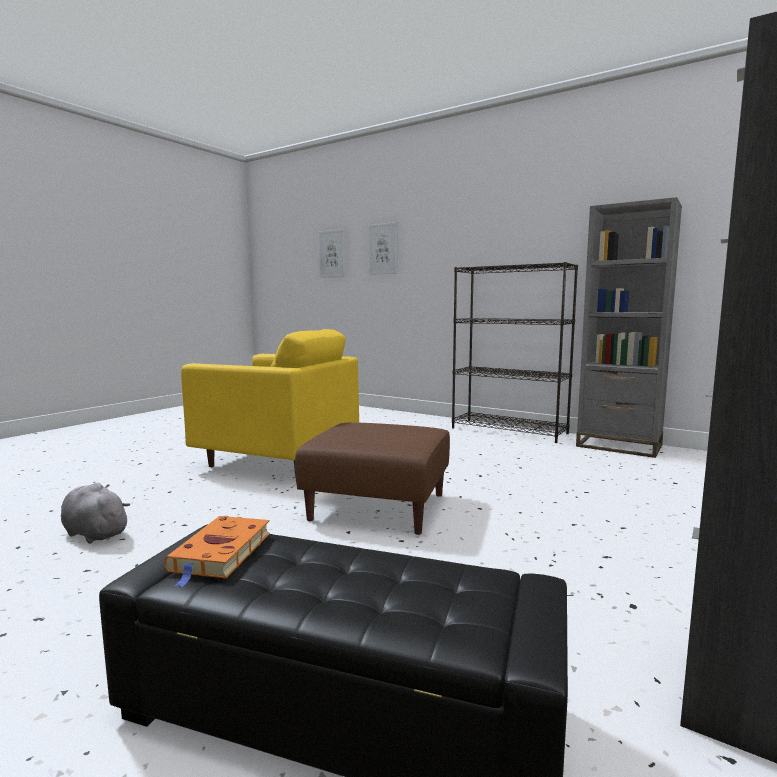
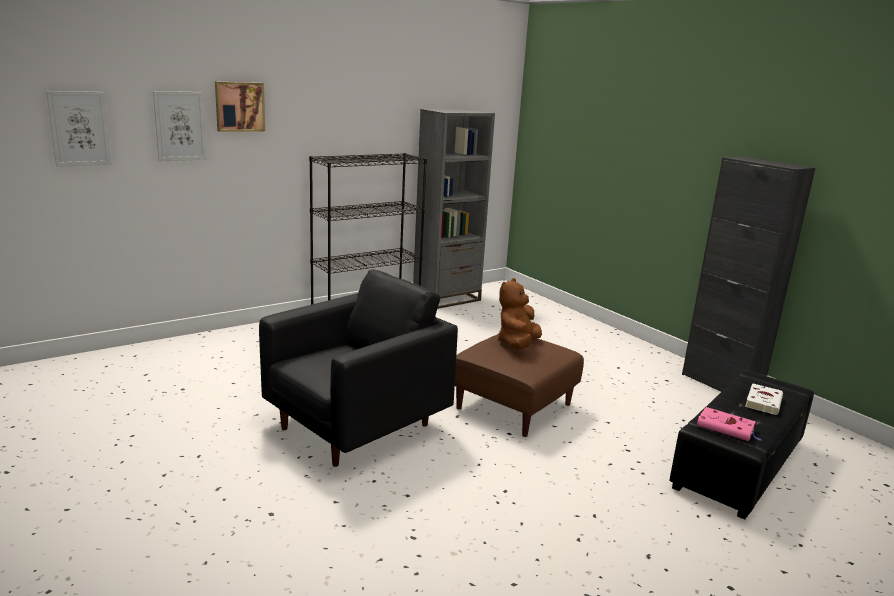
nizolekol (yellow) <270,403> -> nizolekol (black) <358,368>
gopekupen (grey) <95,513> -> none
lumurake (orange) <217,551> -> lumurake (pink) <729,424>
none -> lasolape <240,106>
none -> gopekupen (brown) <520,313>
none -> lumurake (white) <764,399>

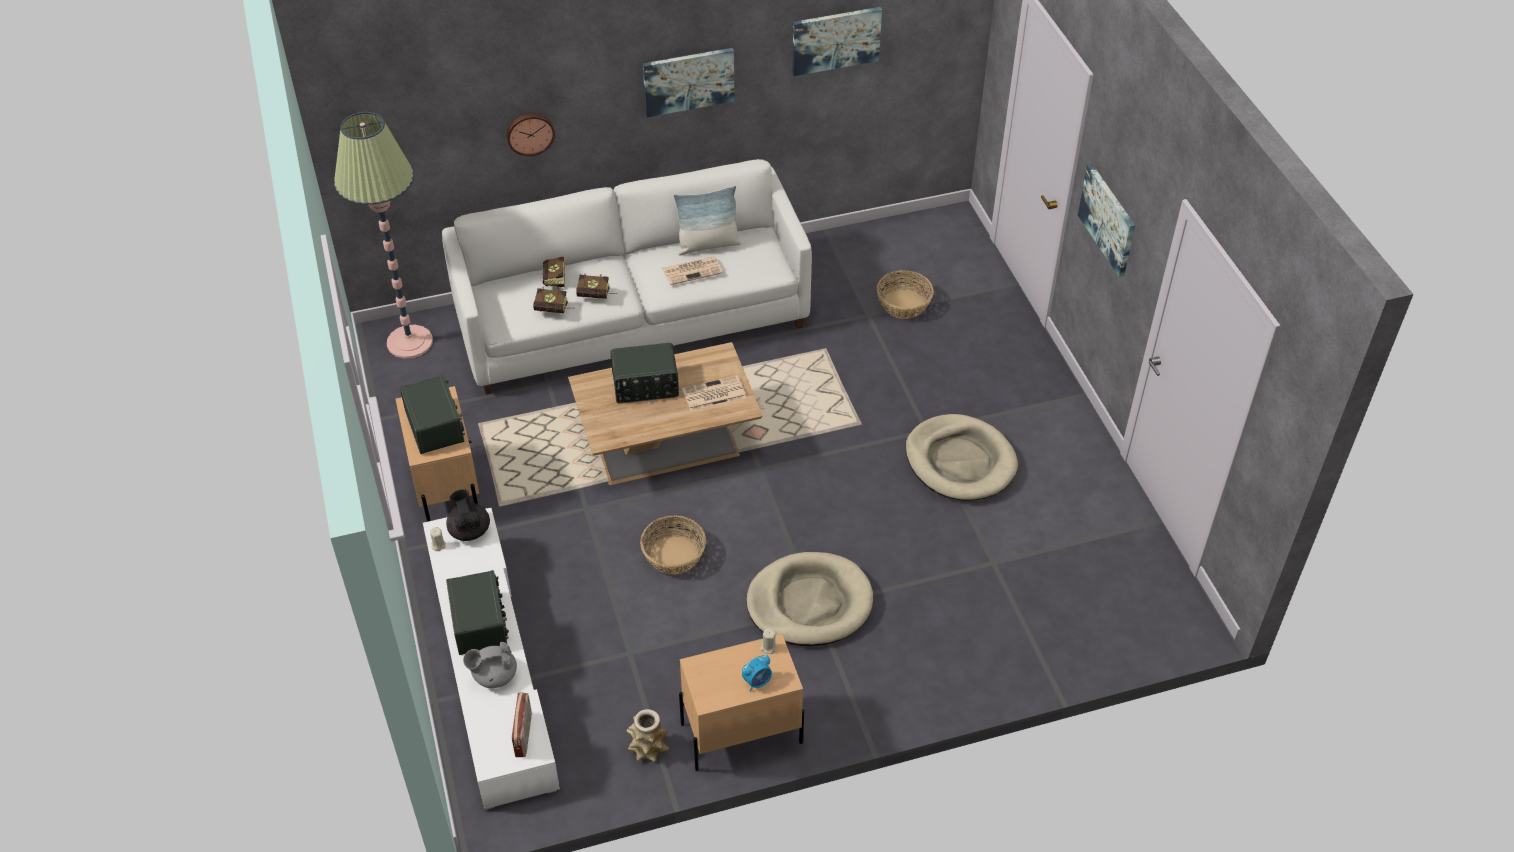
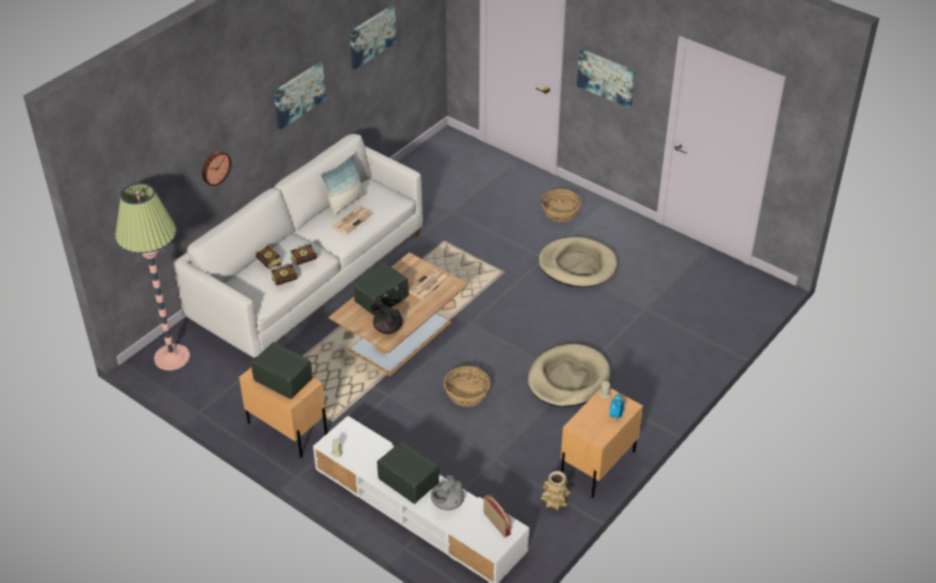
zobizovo <905,294> -> zobizovo <561,205>, relocated
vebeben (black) <468,515> -> vebeben (black) <387,317>, relocated

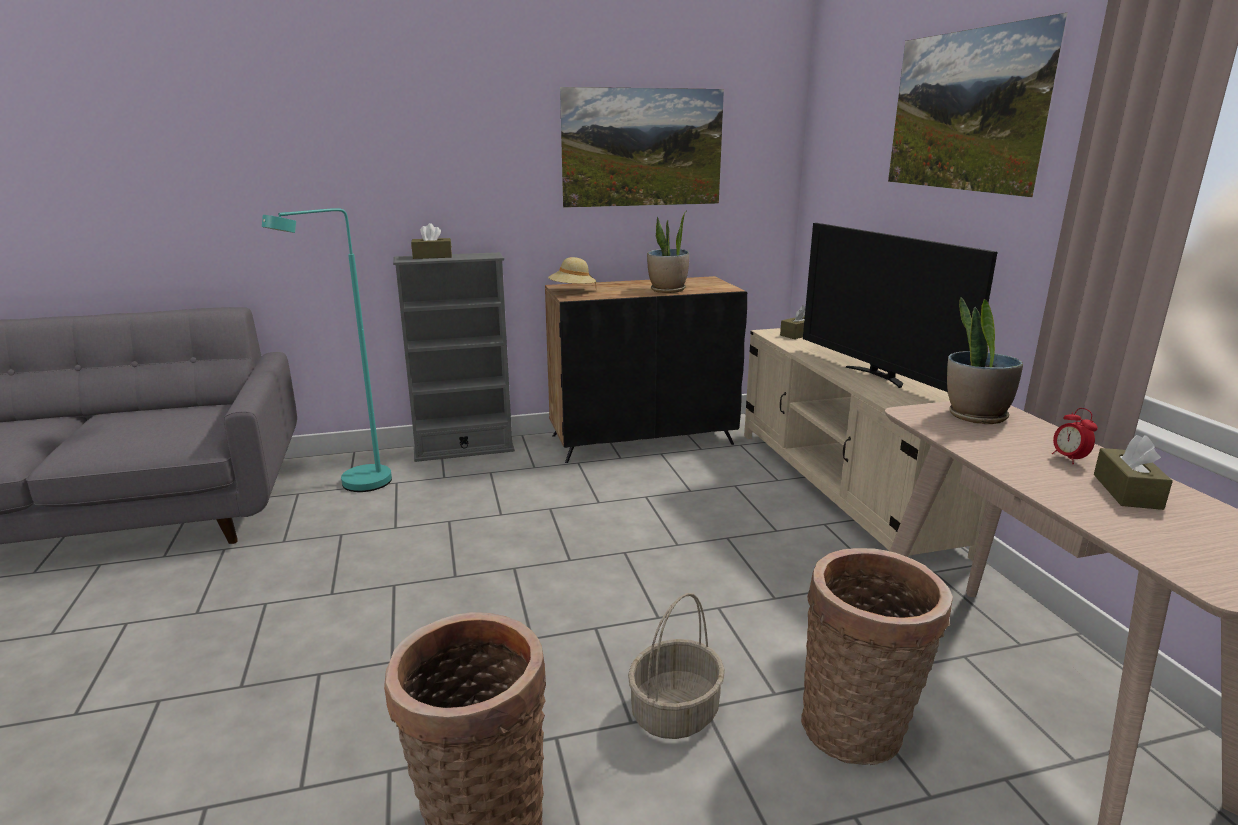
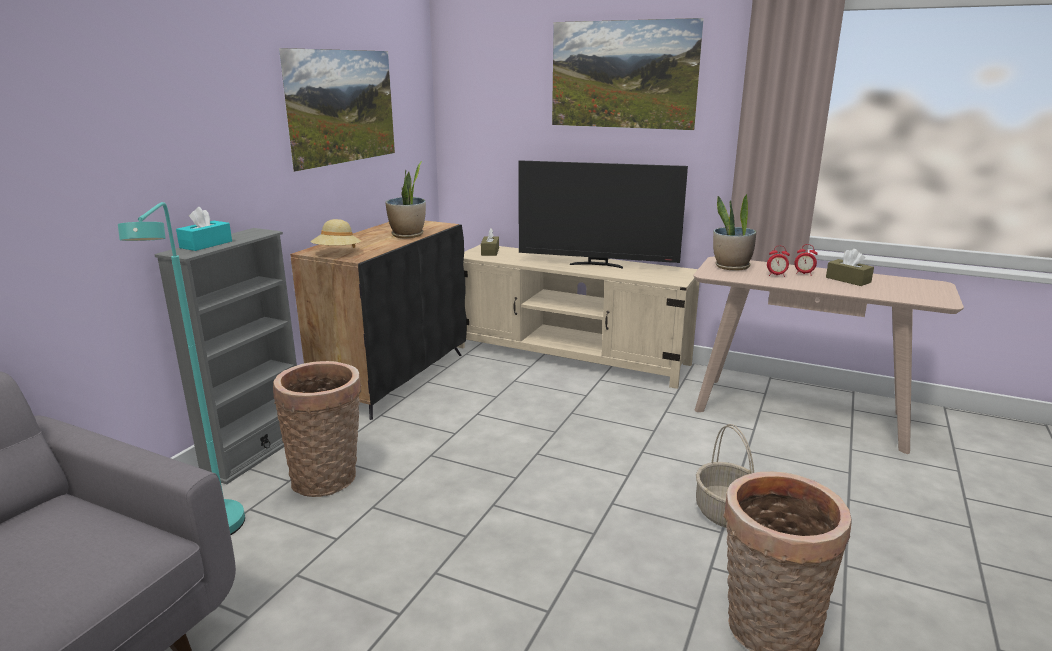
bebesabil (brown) <431,241> -> bebesabil (turquoise) <204,229>
zobizovo <877,656> -> zobizovo <317,429>, relocated
none -> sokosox <778,261>

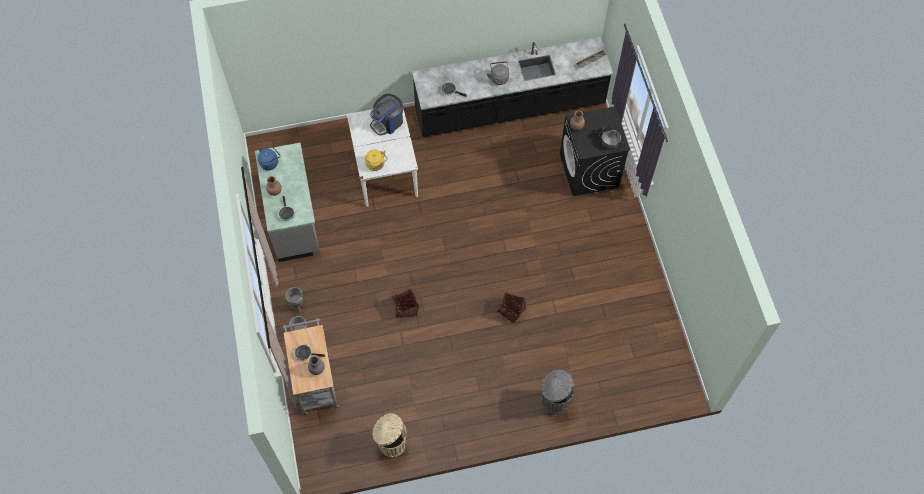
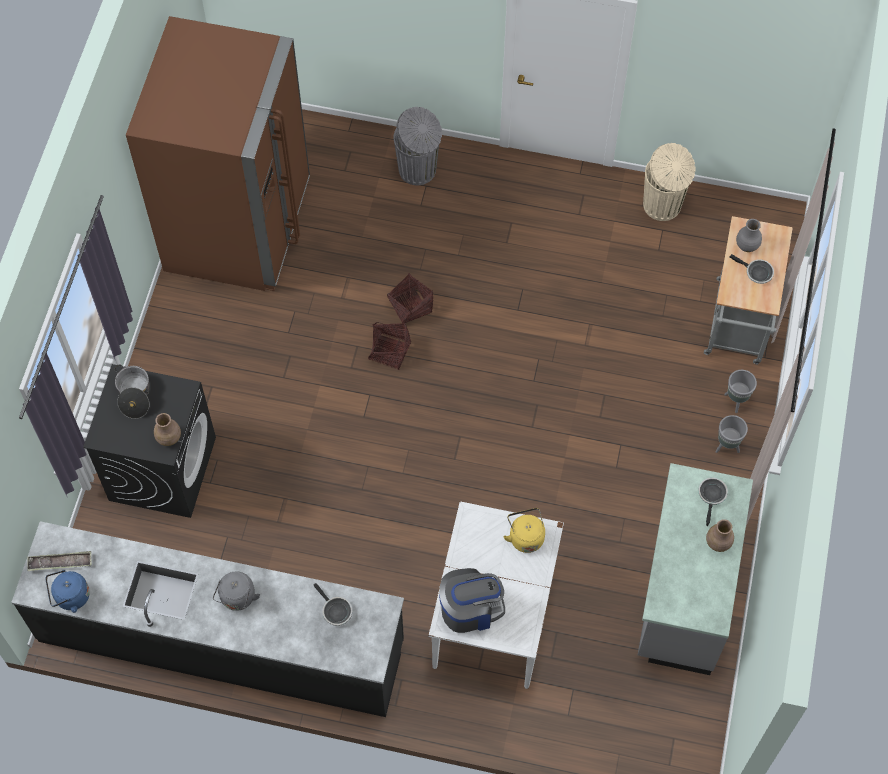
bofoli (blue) <269,158> -> bofoli (blue) <67,591>, relocated
zobizovo <405,303> -> zobizovo <389,346>, relocated
none -> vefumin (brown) <218,153>

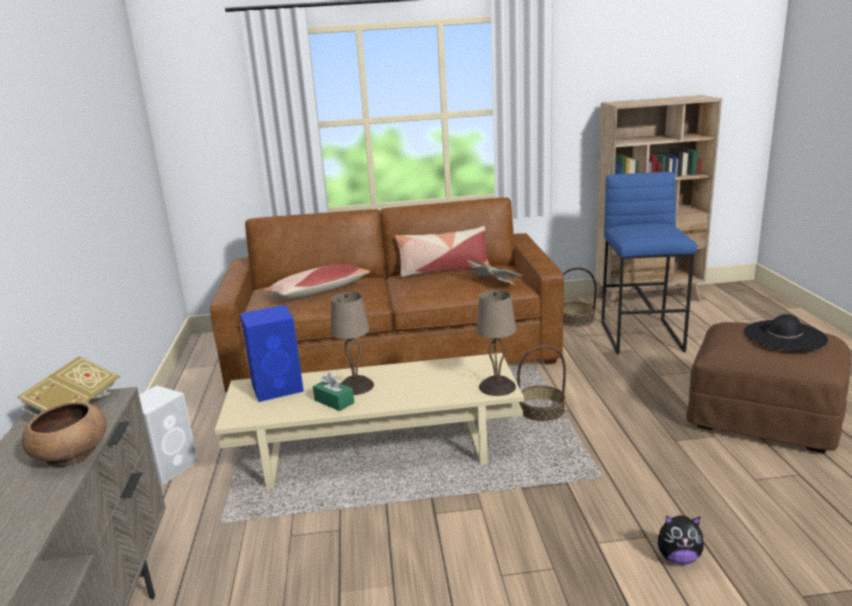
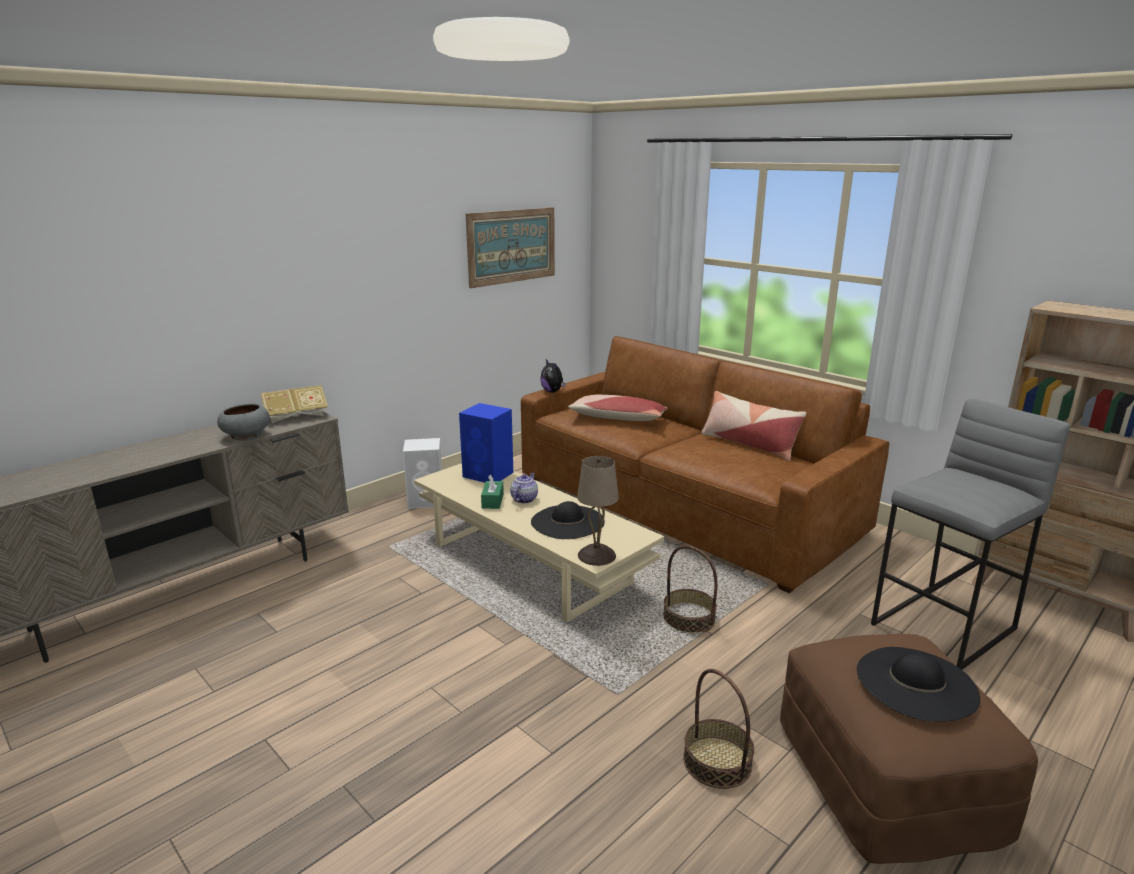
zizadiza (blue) <649,263> -> zizadiza (grey) <970,534>
lumurake <494,272> -> none
zobizovo <580,297> -> zobizovo <718,729>, relocated
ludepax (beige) <352,343> -> vebeben <524,488>
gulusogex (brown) <64,434> -> gulusogex (grey) <243,422>
gopekupen <681,540> -> gopekupen <553,376>, relocated
none -> lasolape <510,247>
none -> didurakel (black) <568,520>

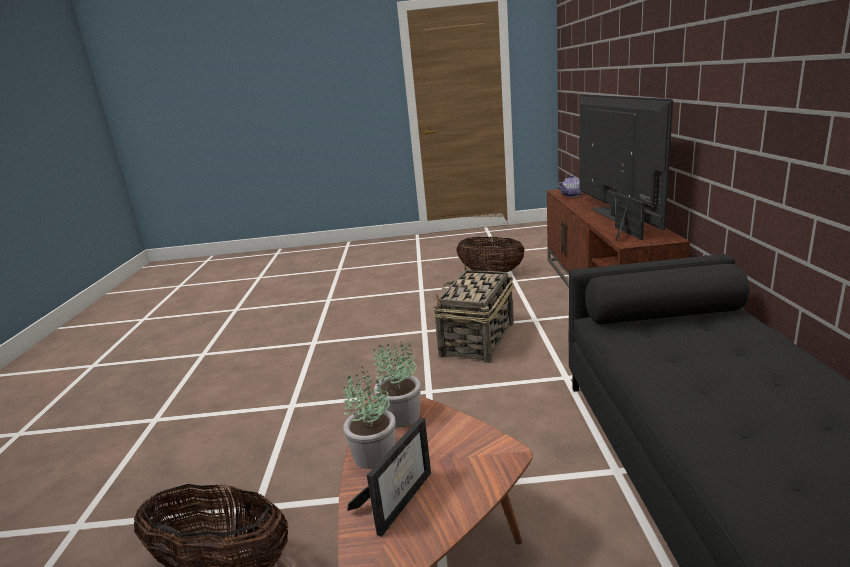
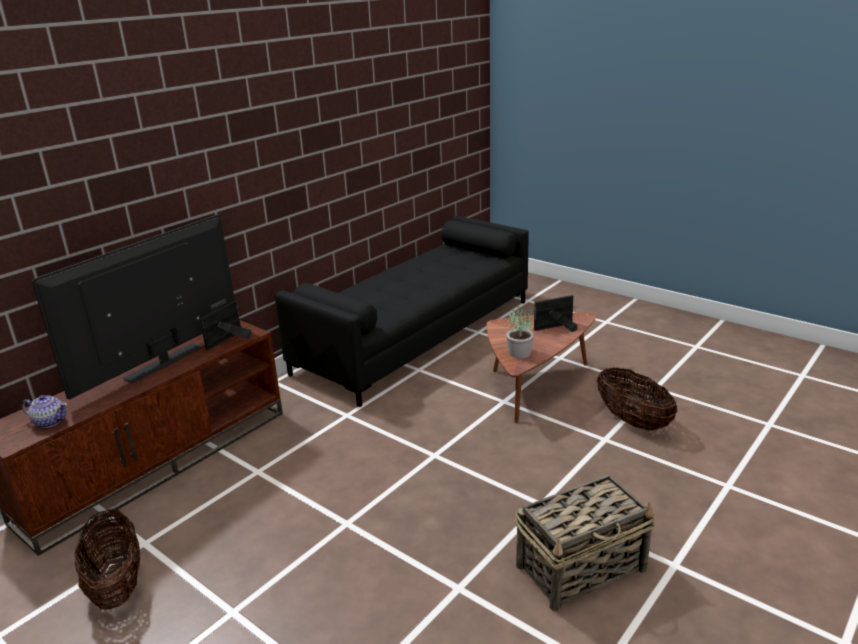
zobizovo <473,314> -> zobizovo <585,543>, relocated
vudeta <369,417> -> none

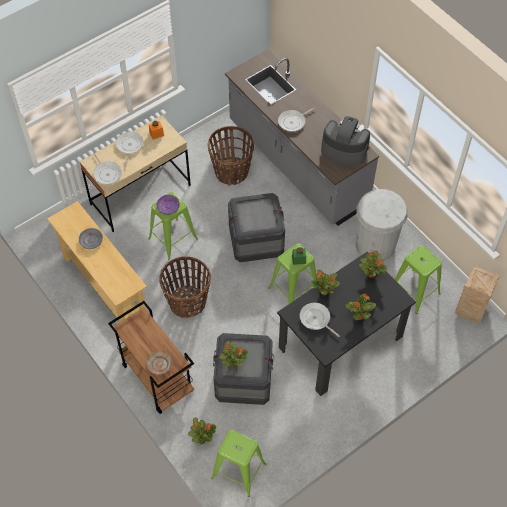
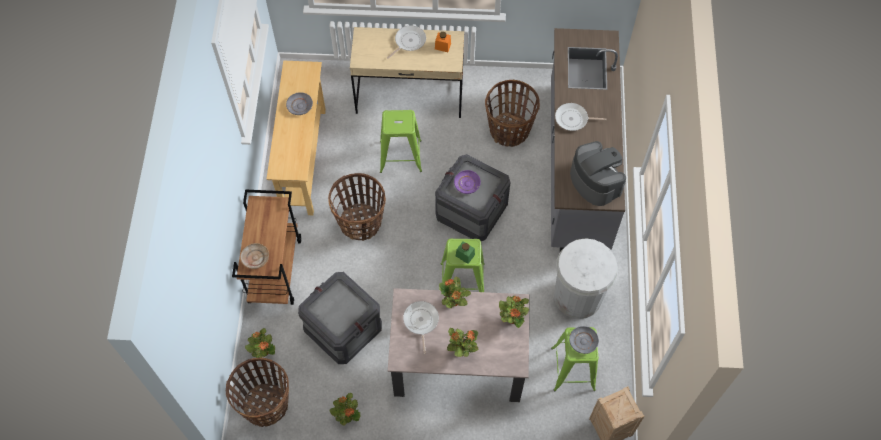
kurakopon <107,168> -> none
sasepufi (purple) <168,205> -> sasepufi (purple) <467,182>, relocated
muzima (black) <346,324> -> muzima (beige) <459,345>
vudeta <233,354> -> vudeta <345,409>, relocated
zizadiza (green) <238,463> -> zobizovo <257,392>
none -> sasepufi (grey) <584,340>

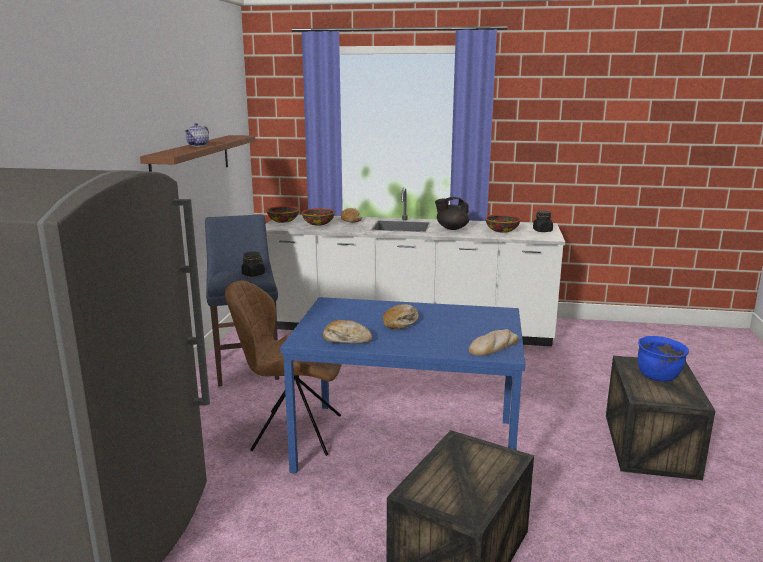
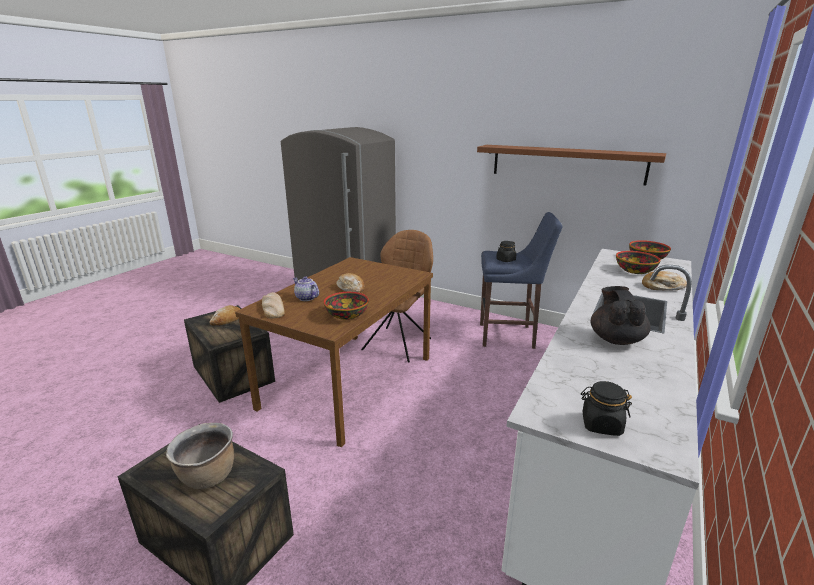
vebeben <196,135> -> vebeben <306,289>, relocated
gulusogex <503,224> -> gulusogex <346,306>, relocated
muzima (blue) <402,385> -> muzima (brown) <334,352>
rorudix <347,332> -> rorudix <224,315>, relocated
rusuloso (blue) <663,359> -> rusuloso (brown) <200,456>

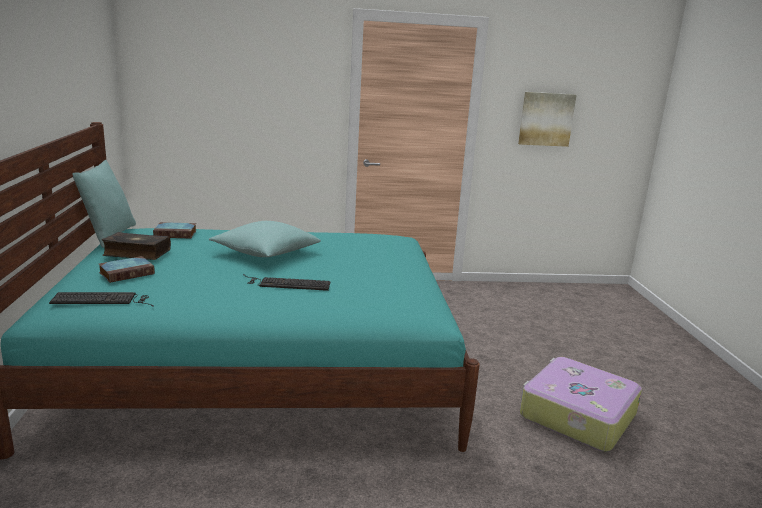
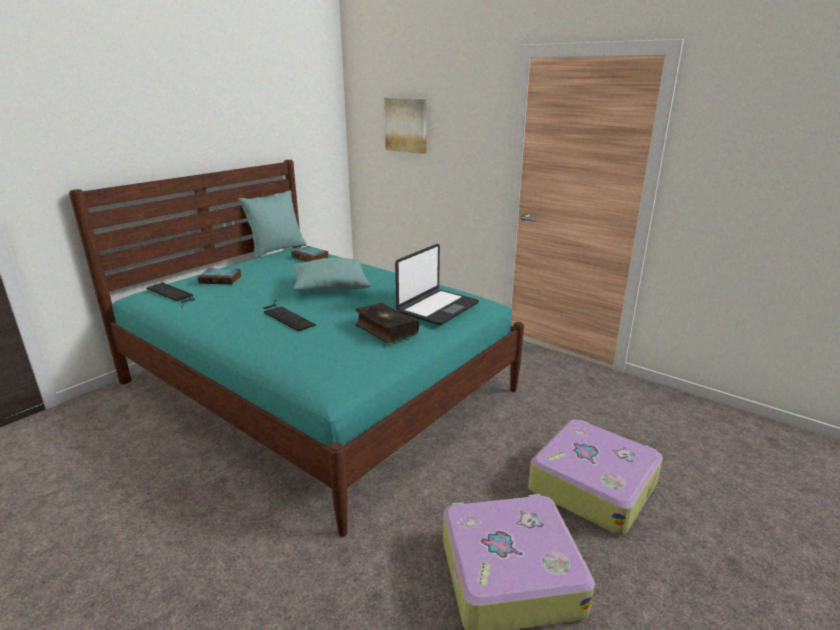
lasolape <547,119> -> lasolape <405,126>, relocated
lumurake <136,246> -> lumurake <387,323>, relocated
none -> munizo <437,284>
none -> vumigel <595,477>

